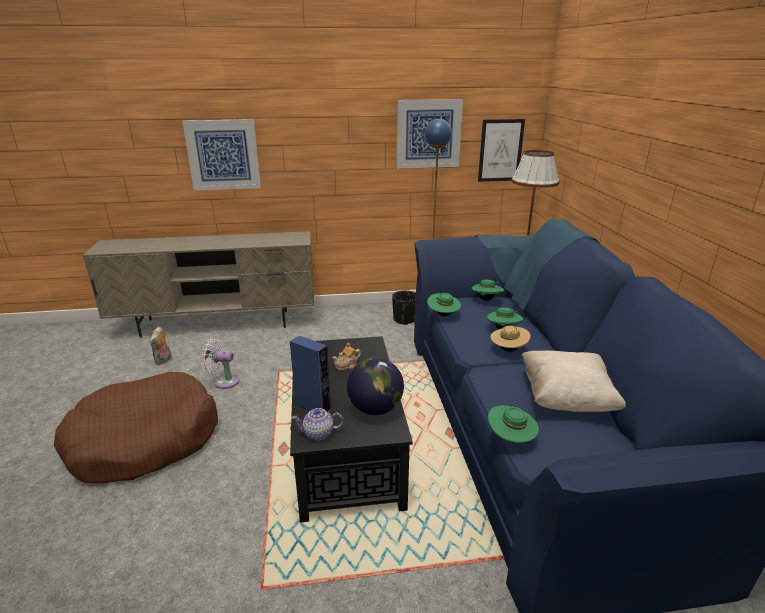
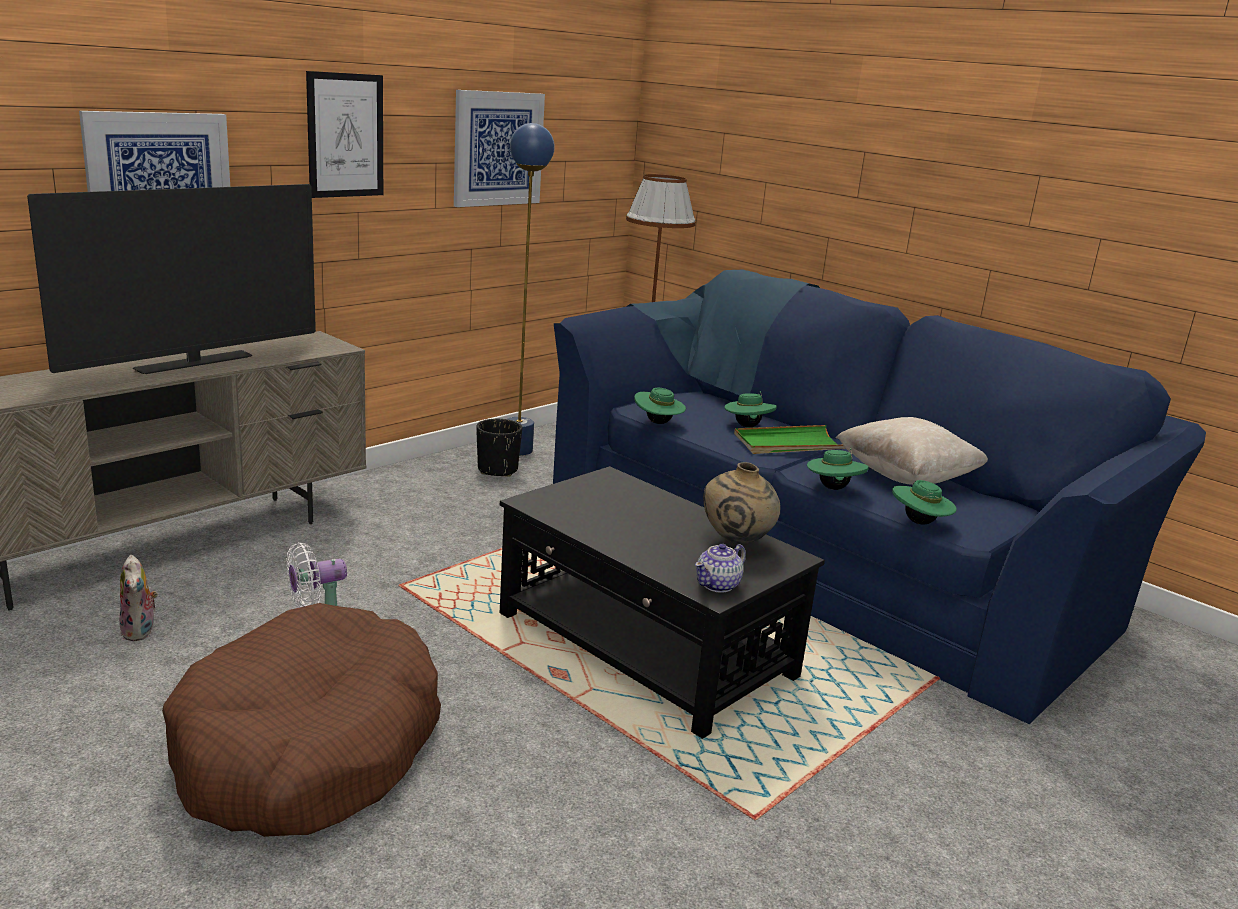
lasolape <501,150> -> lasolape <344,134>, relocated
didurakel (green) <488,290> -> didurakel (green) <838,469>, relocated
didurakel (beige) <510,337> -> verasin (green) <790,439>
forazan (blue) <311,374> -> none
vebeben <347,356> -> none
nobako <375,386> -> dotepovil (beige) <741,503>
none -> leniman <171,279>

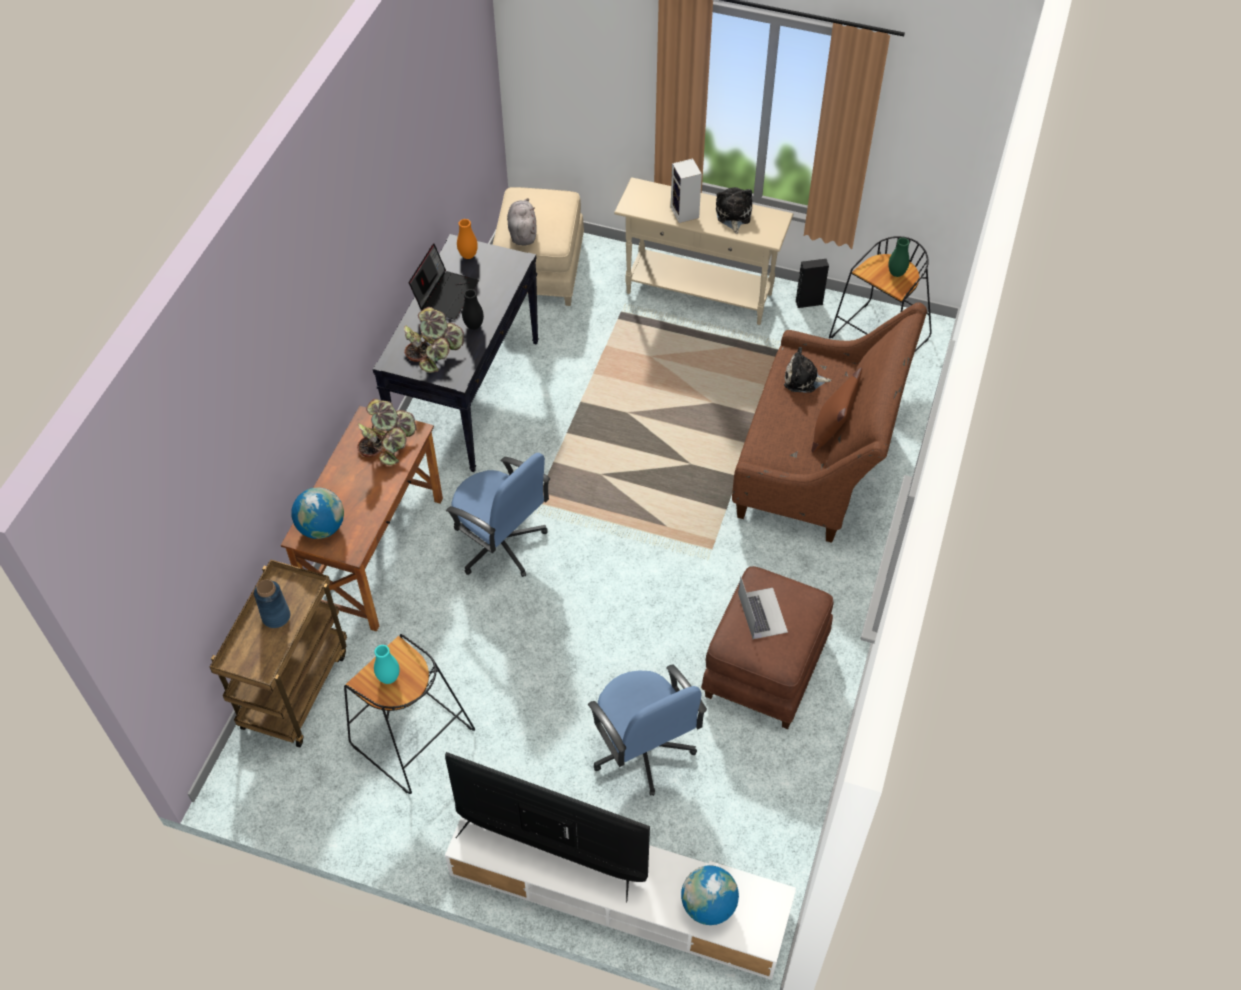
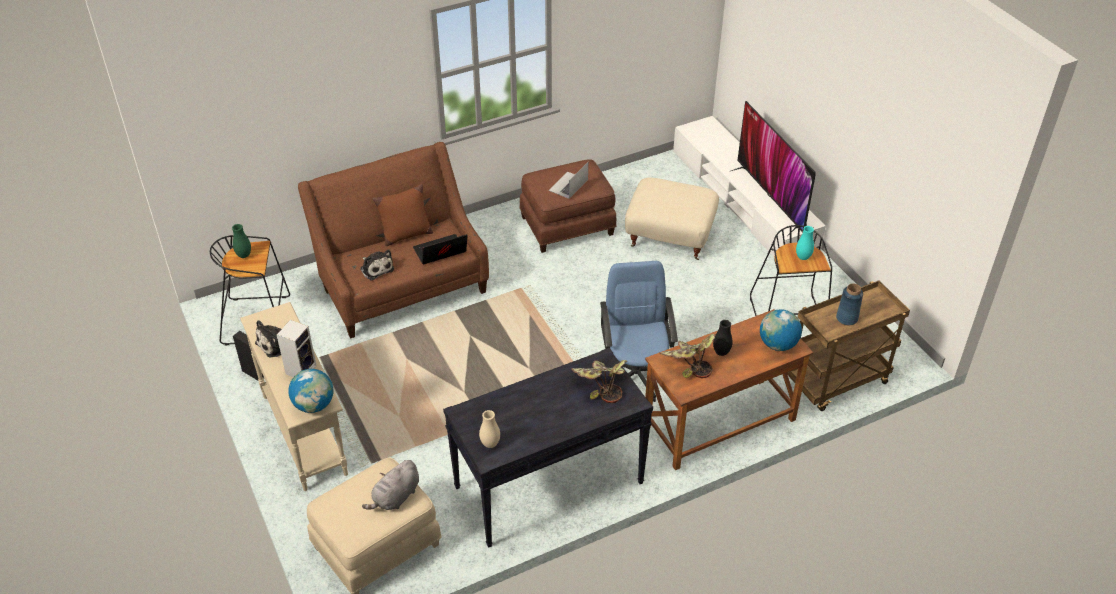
dotepovil (orange) <467,239> -> dotepovil (beige) <489,429>
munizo <444,282> -> munizo <440,249>, relocated
dotepovil (black) <473,309> -> dotepovil (black) <723,338>, relocated
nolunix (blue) <647,730> -> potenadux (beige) <672,219>
nobako <710,895> -> nobako <311,391>, relocated

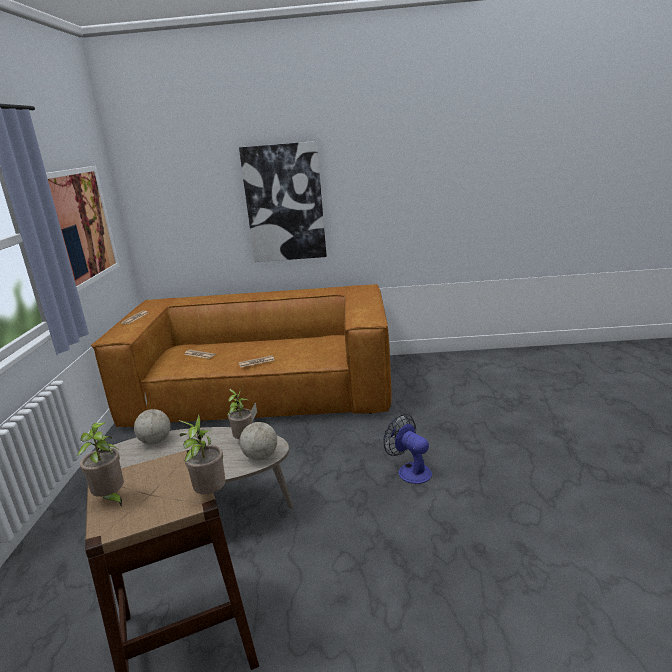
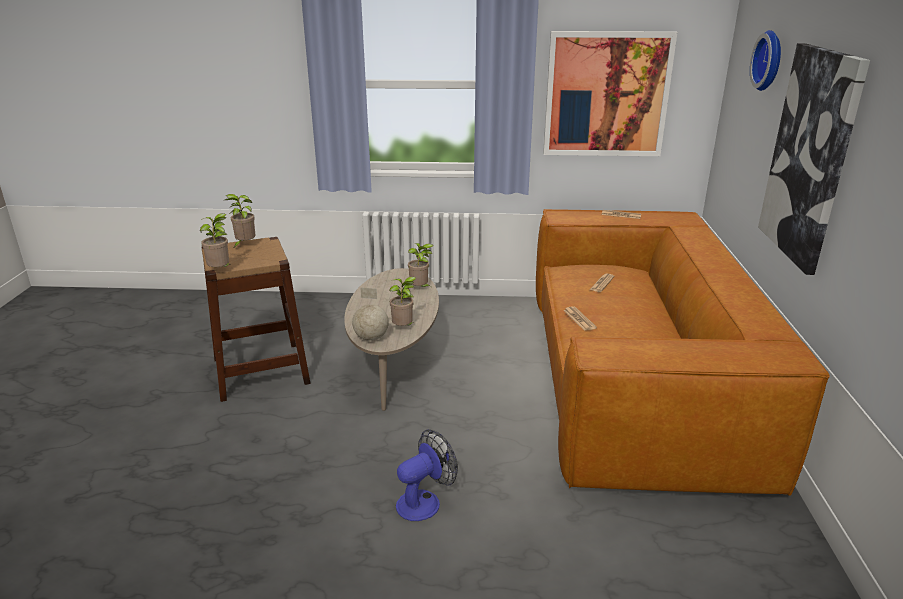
nobako <152,419> -> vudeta <420,265>
none -> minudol <765,60>

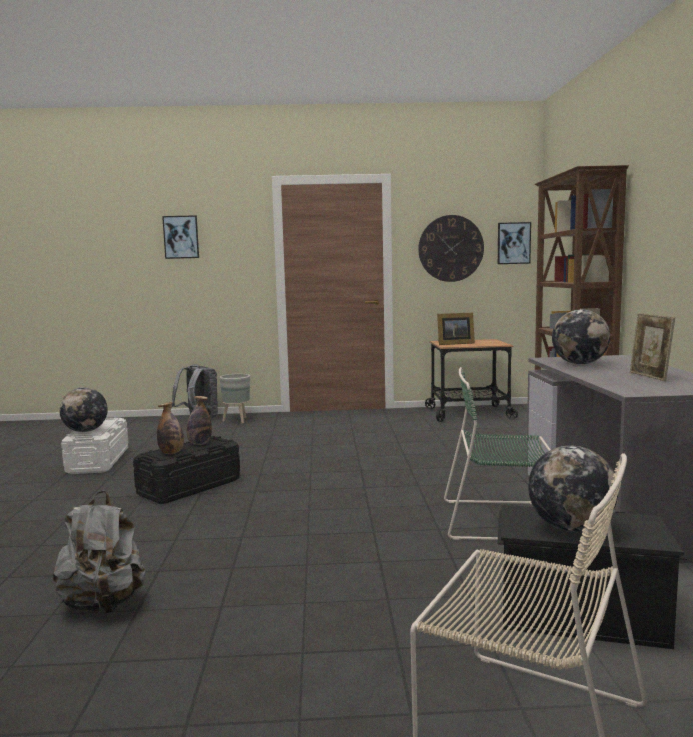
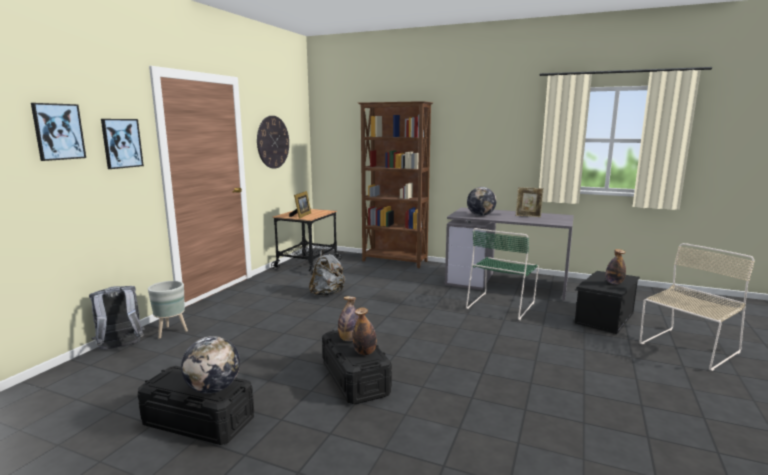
lasolape <514,243> -> lasolape <122,144>, relocated
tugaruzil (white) <94,446> -> tugaruzil (black) <196,405>
nobako <573,489> -> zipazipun <616,267>
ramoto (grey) <99,552> -> ramoto (grey) <327,273>, relocated

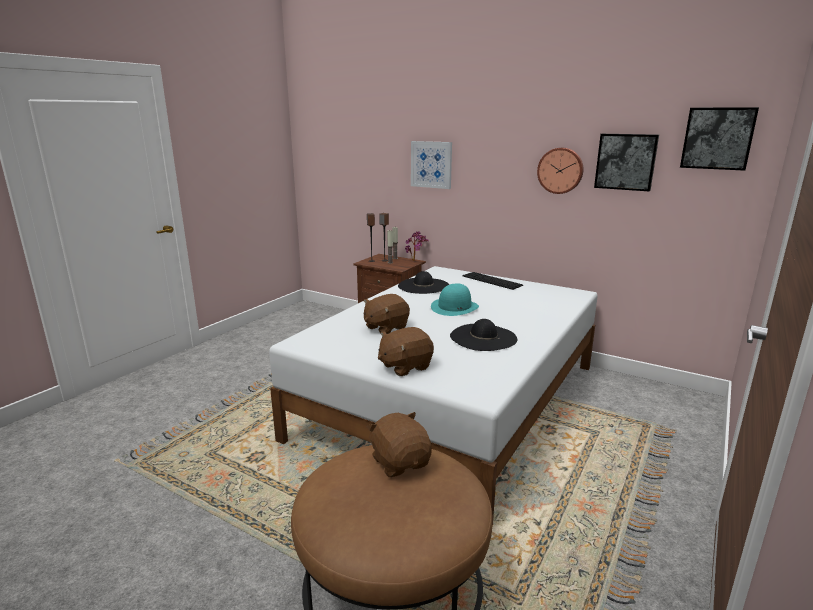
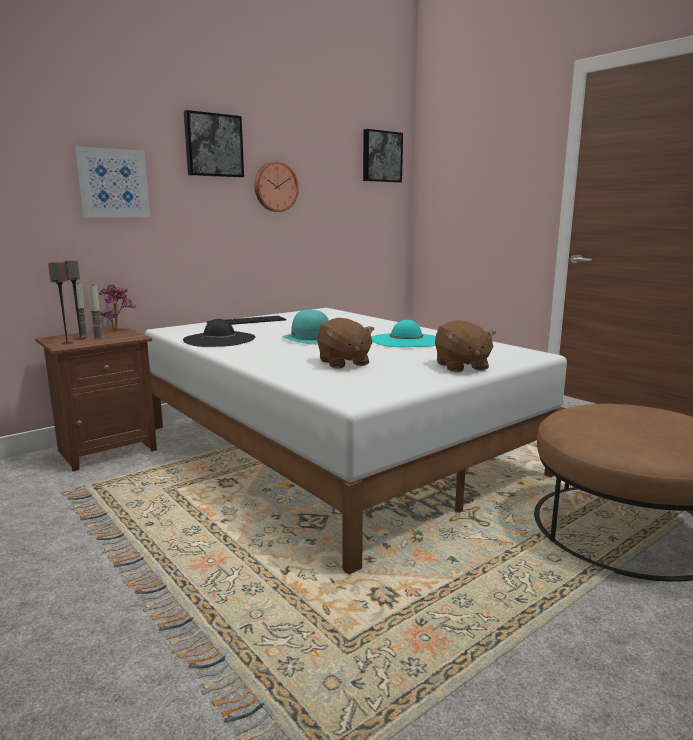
lasolape <626,163> -> lasolape <214,143>, relocated
didurakel (black) <484,335> -> didurakel (turquoise) <403,333>
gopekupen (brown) <399,444> -> none

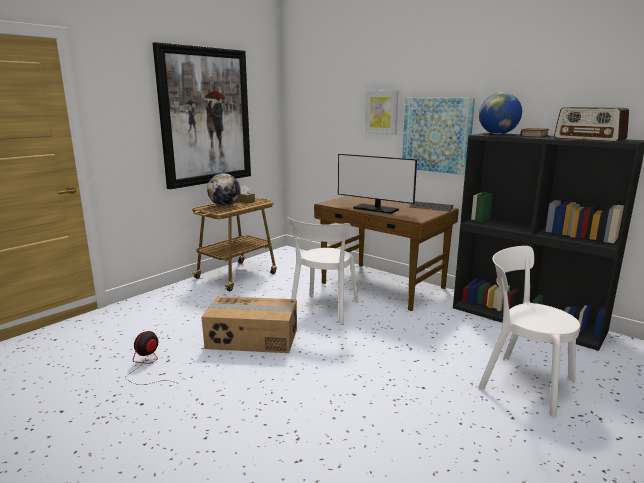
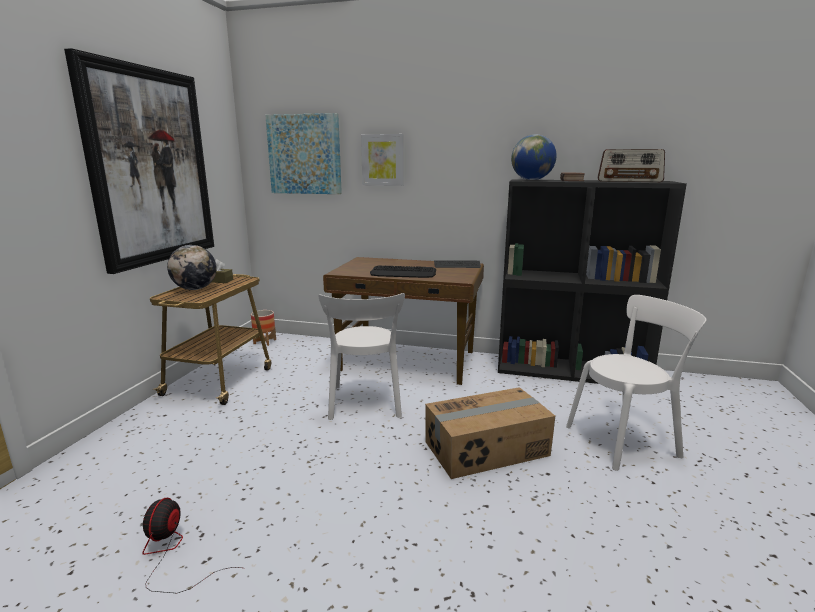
lasolape <438,136> -> lasolape <303,153>, relocated
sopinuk <377,184> -> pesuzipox <403,271>
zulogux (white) <529,332> -> zulogux (white) <636,383>, 150 degrees clockwise
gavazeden <249,324> -> gavazeden <490,433>, relocated
none -> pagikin <263,328>

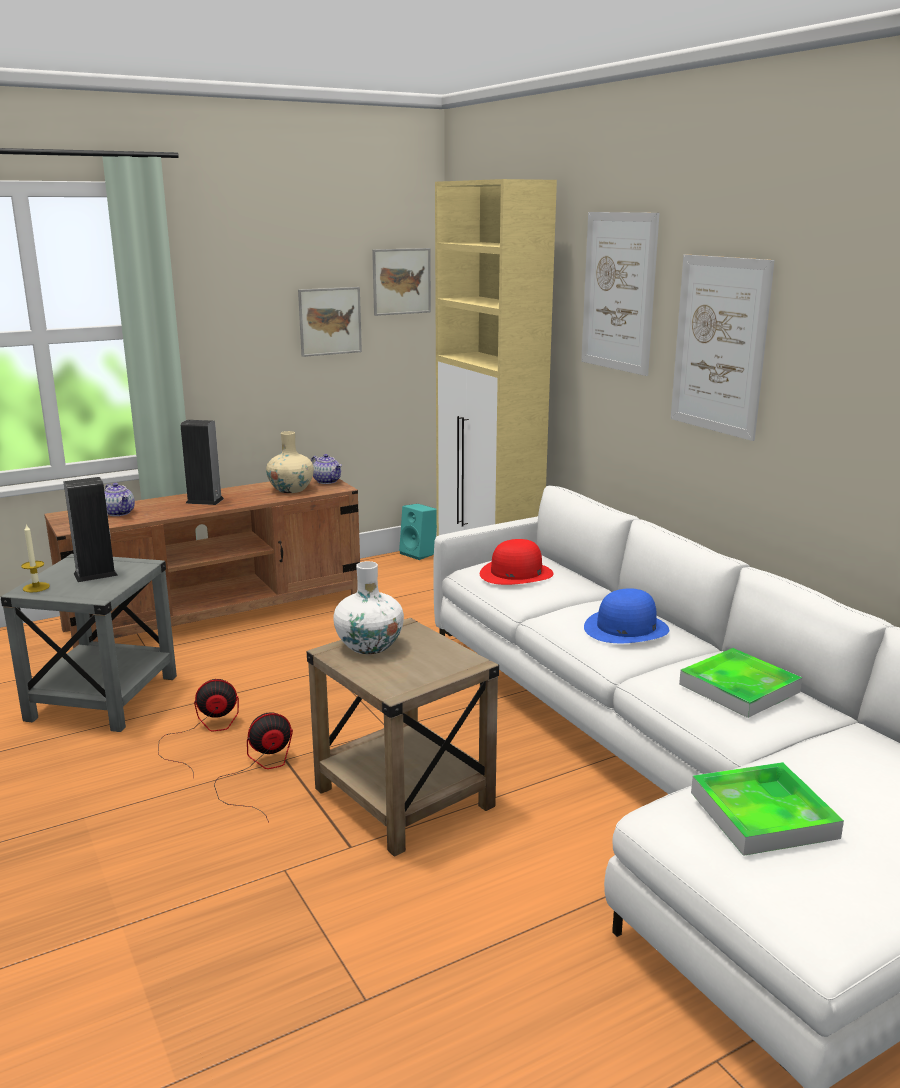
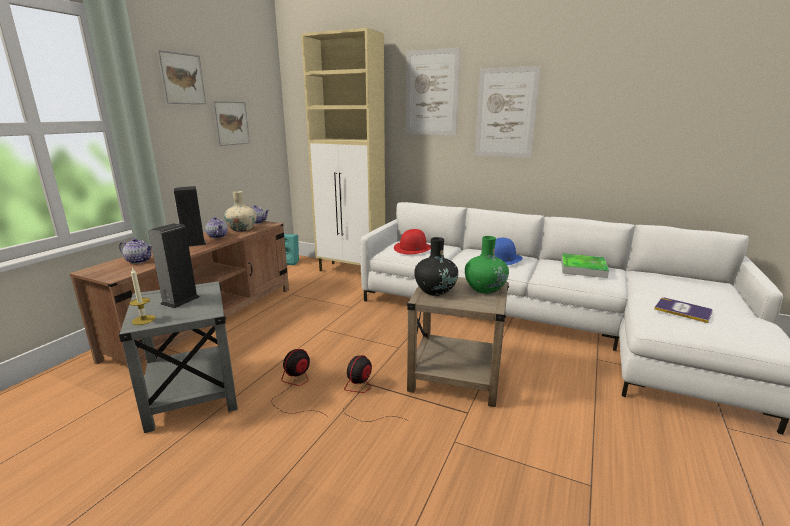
lasolape <401,282> -> lasolape <181,77>, relocated
dotepovil (white) <368,607> -> dotepovil (black) <436,266>
verasin <767,809> -> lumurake <683,310>
none -> vebeben <216,227>
none -> dotepovil (green) <487,265>

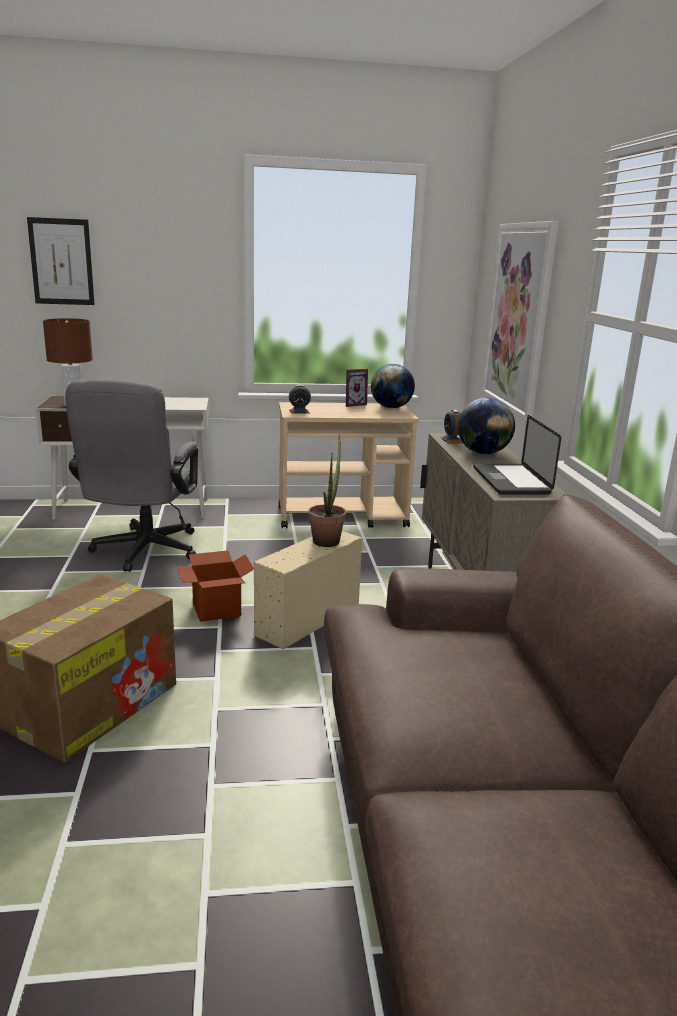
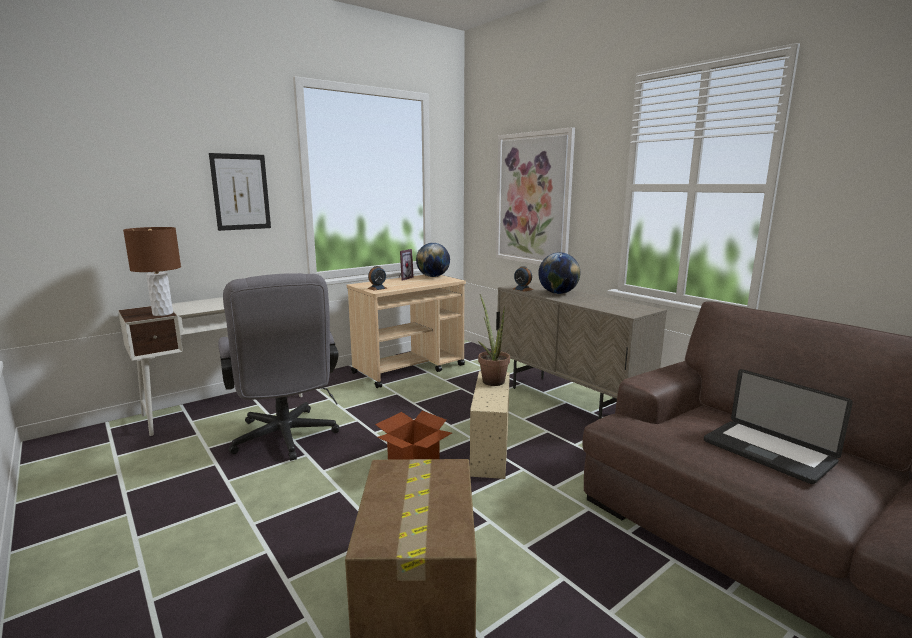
lasolape <61,261> -> lasolape <240,192>, relocated
munizo <517,455> -> munizo <778,426>, relocated

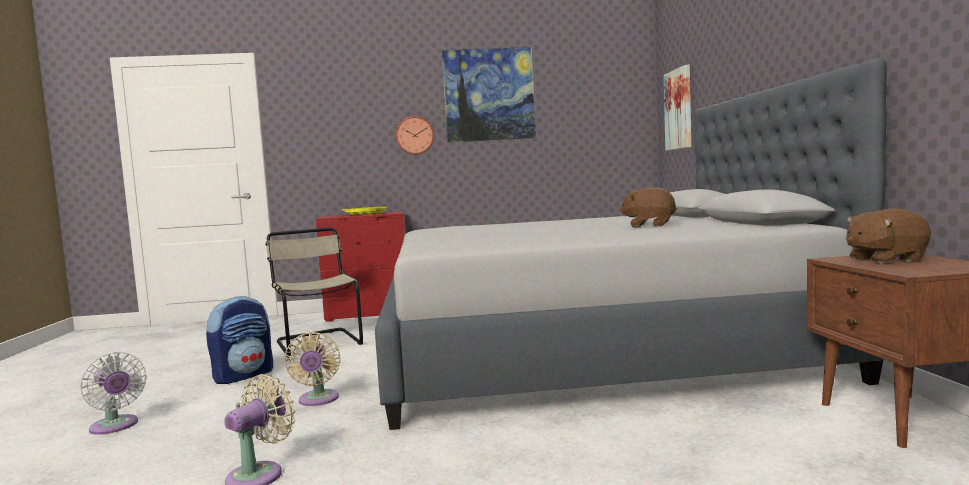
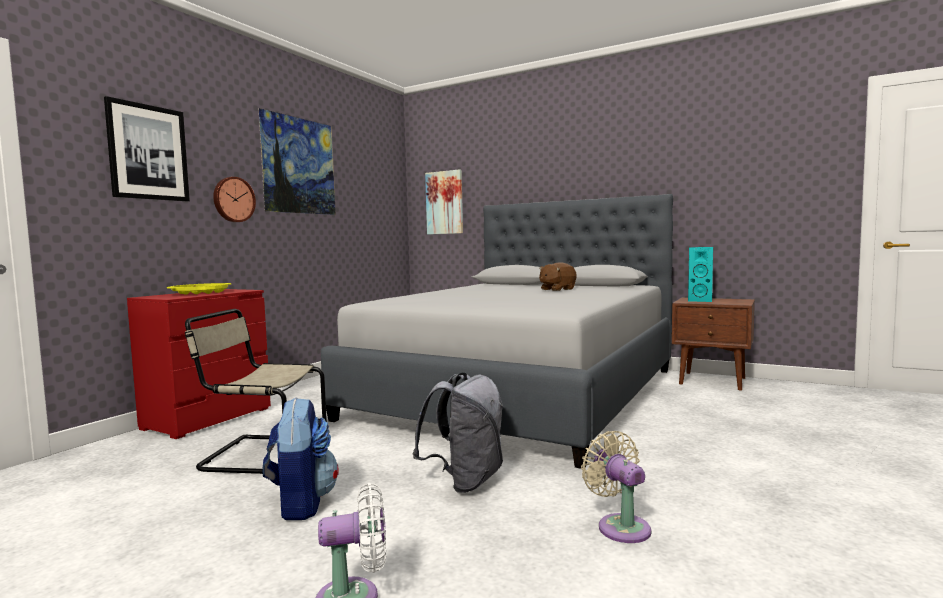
gopekupen (brown) <888,236> -> forazan (turquoise) <700,274>
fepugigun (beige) <312,369> -> ramoto (grey) <457,432>
none -> lasolape <147,148>

